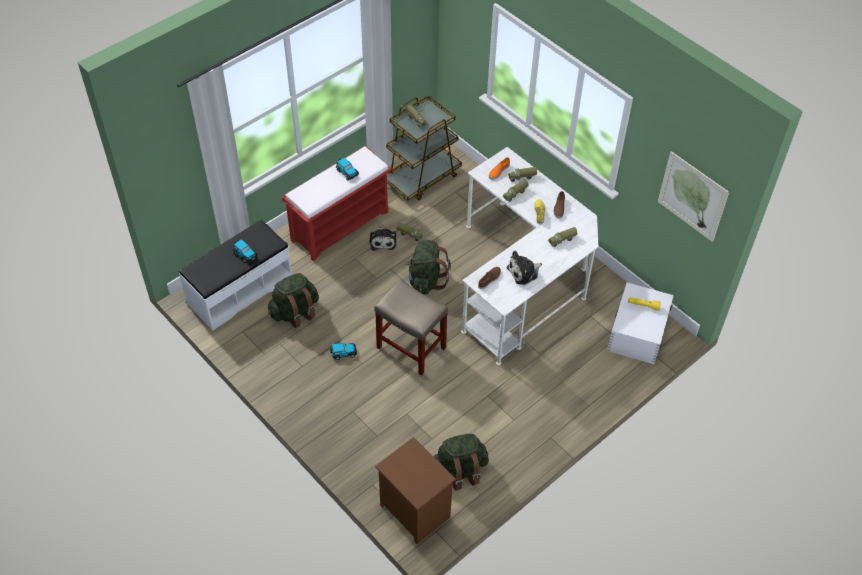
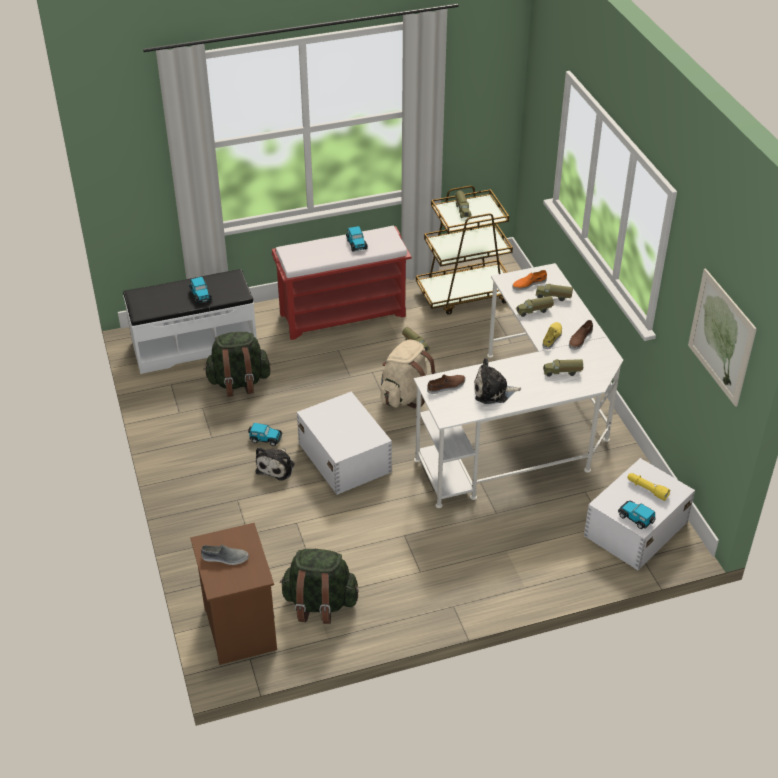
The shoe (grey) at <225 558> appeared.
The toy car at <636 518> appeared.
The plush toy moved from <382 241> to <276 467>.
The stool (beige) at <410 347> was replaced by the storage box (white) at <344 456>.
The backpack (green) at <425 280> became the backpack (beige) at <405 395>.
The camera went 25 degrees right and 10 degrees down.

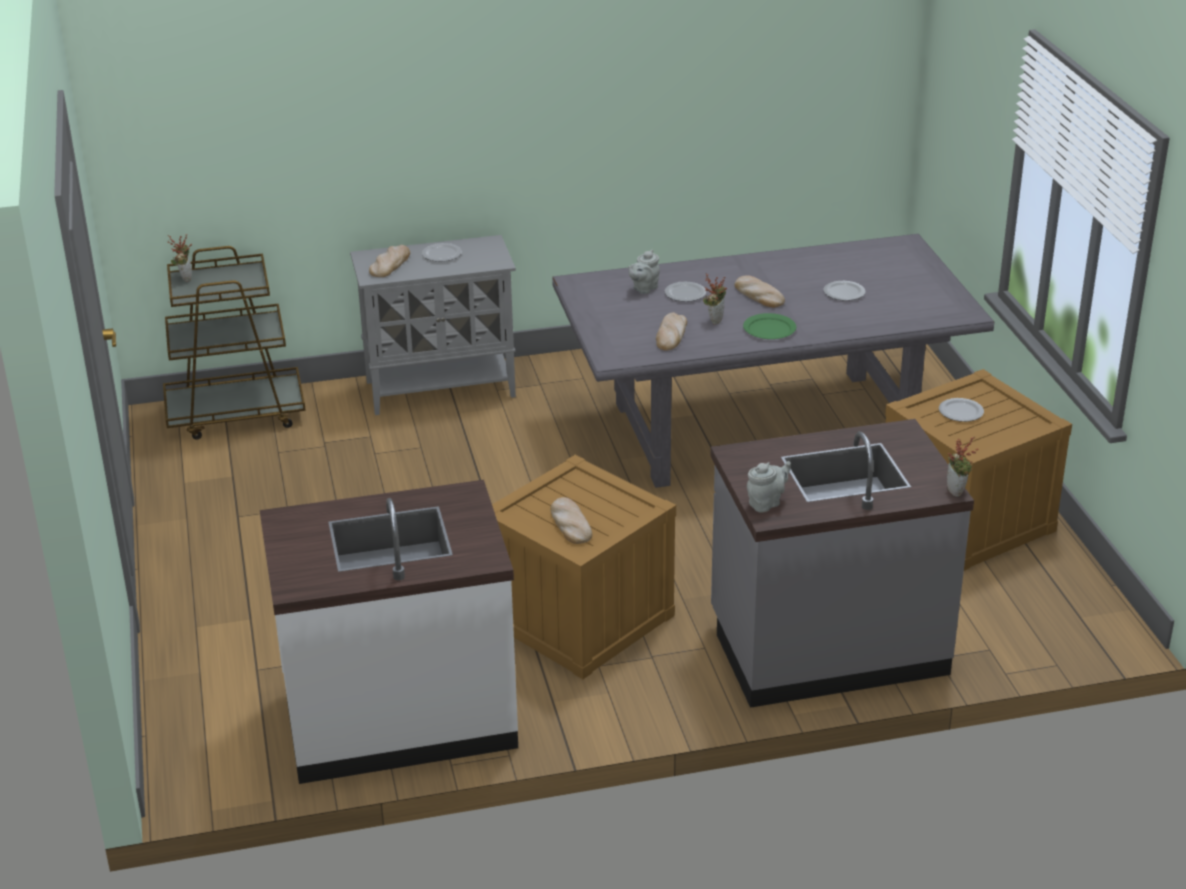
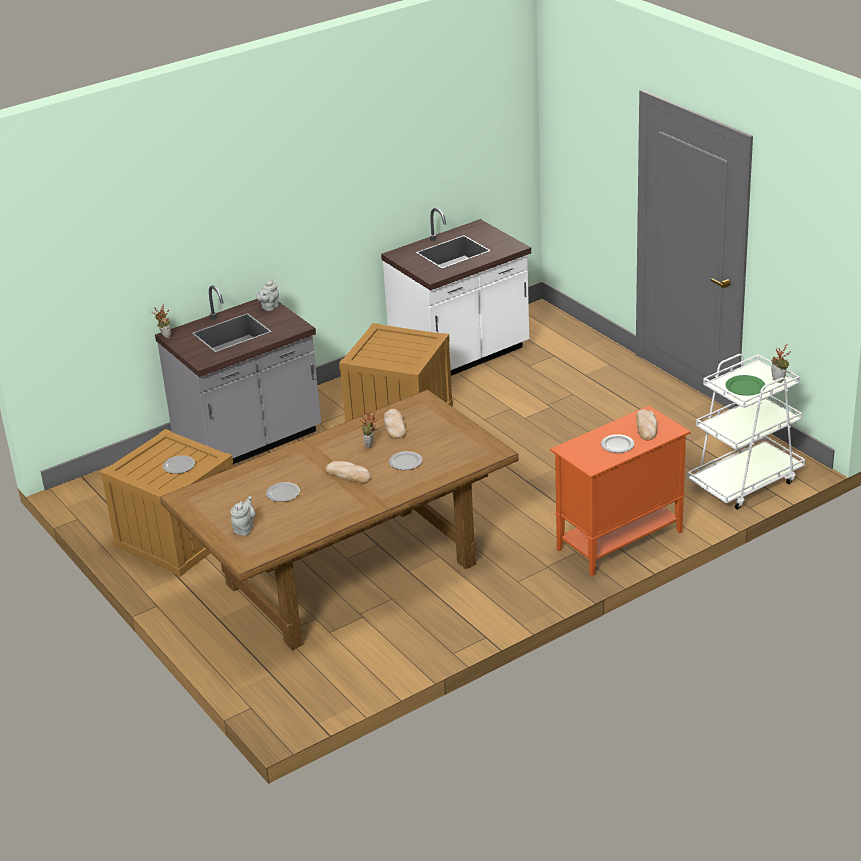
The bread at <570 524> disappeared.
The teapot (grey) moved from <644 288> to <244 528>.
The plate (green) moved from <770 329> to <745 387>.
The cart (brown) at <236 414> became the cart (white) at <745 482>.
The cabinet (grey) at <442 389> became the cabinet (orange) at <619 541>.
The dining table (grey) at <763 427> became the dining table (brown) at <350 574>.
The camera went 160 degrees right and 0 degrees up.

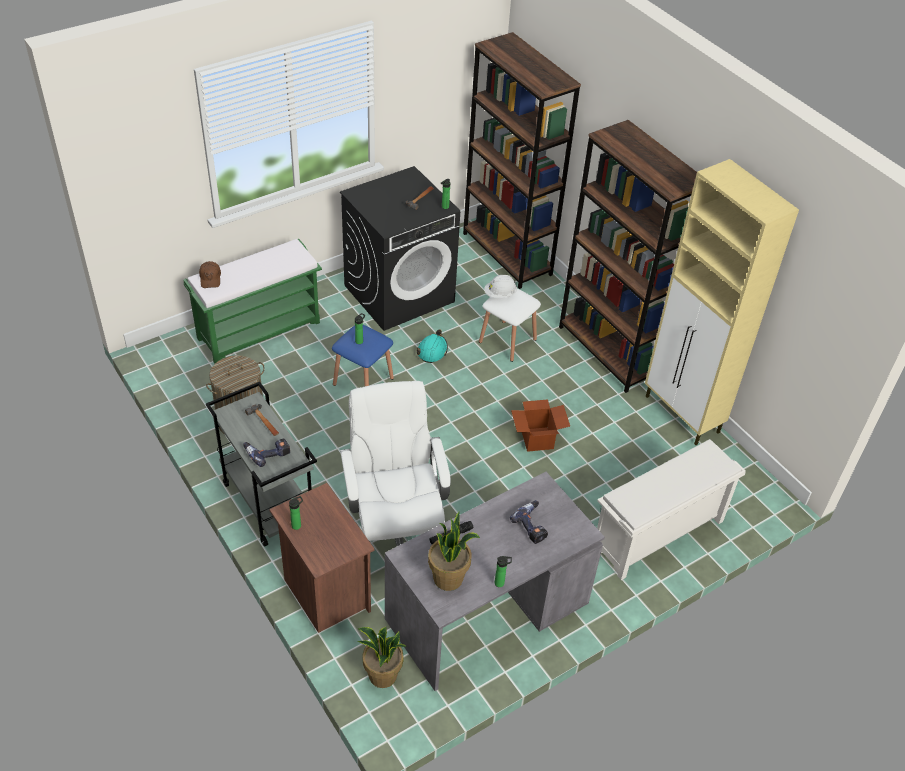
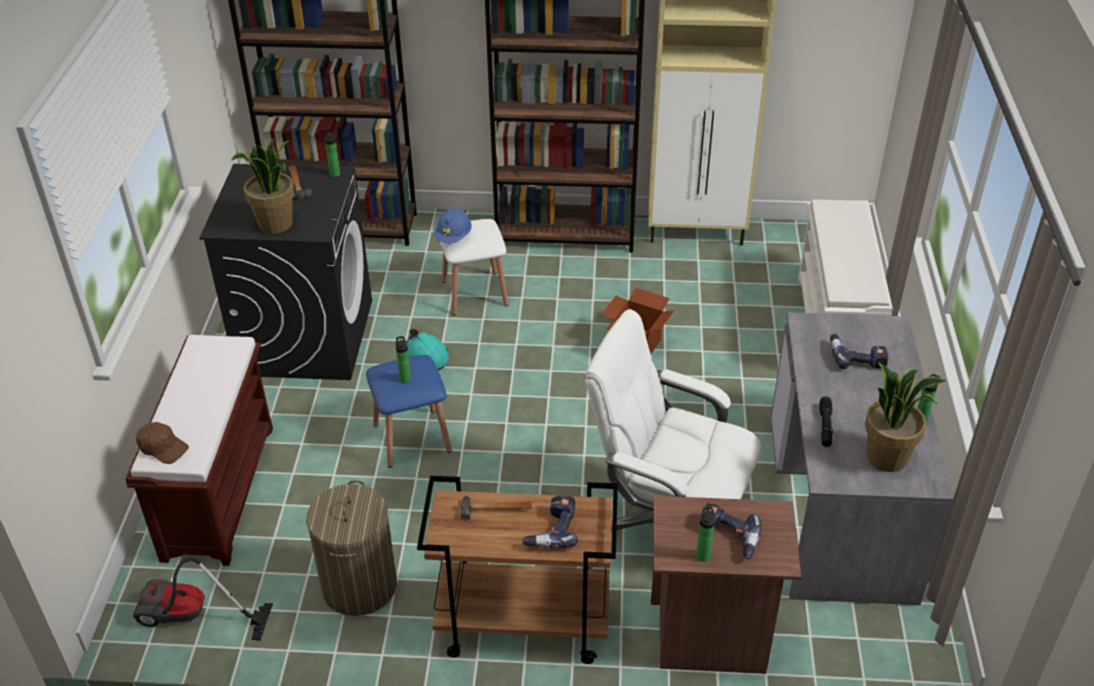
The vacuum cleaner at <190 619> appeared.
The power drill at <728 537> appeared.
The potted plant moved from <382 676> to <275 224>.
The bench (green) at <260 329> became the bench (brown) at <219 490>.
The cart (grey) at <268 502> became the cart (brown) at <521 625>.
The hard hat (white) at <500 294> became the hard hat (blue) at <453 237>.
The camera went 50 degrees left and 5 degrees down.

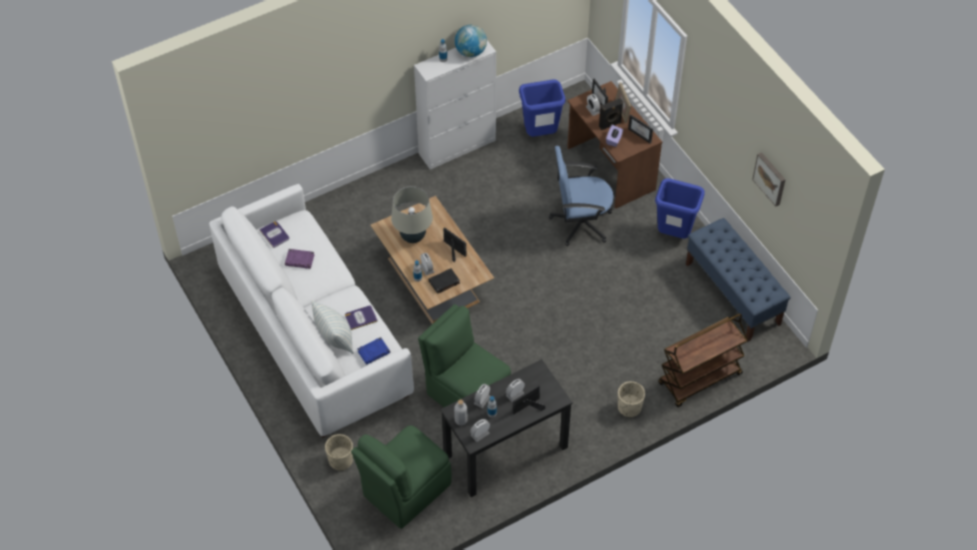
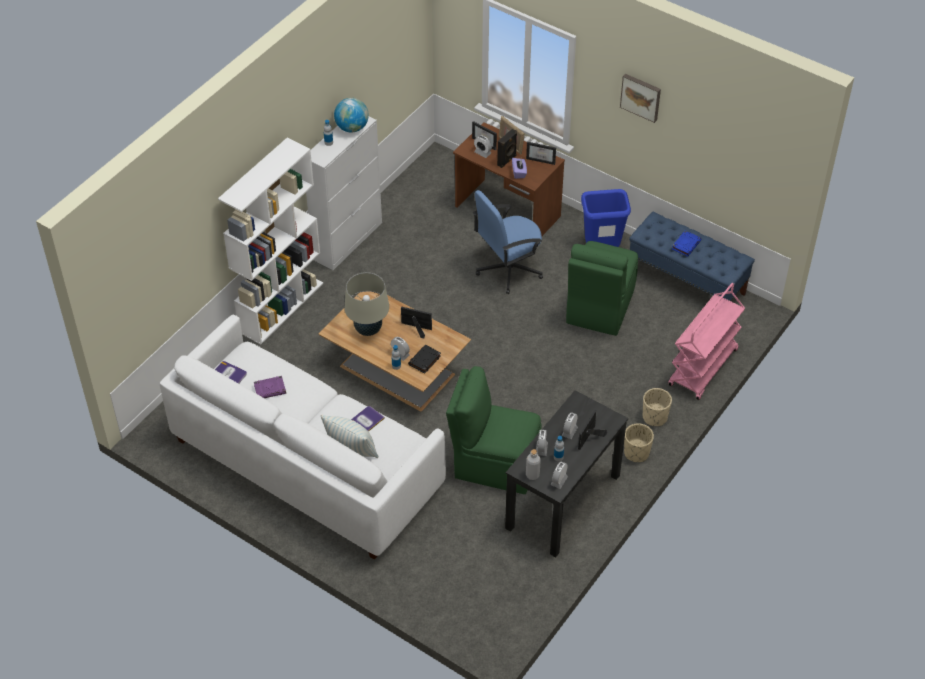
The trash can (blue) at <540 134> disappeared.
The bookcase (white) at <281 307> appeared.
The planter (beige) moved from <340 460> to <636 453>.
The chair (green) moved from <405 491> to <599 307>.
The book (blue) moved from <374 352> to <686 245>.
The picture moved from <770 178> to <641 96>.
The cart (brown) at <699 380> became the cart (pink) at <703 368>.
The camera went 25 degrees left and 5 degrees down.

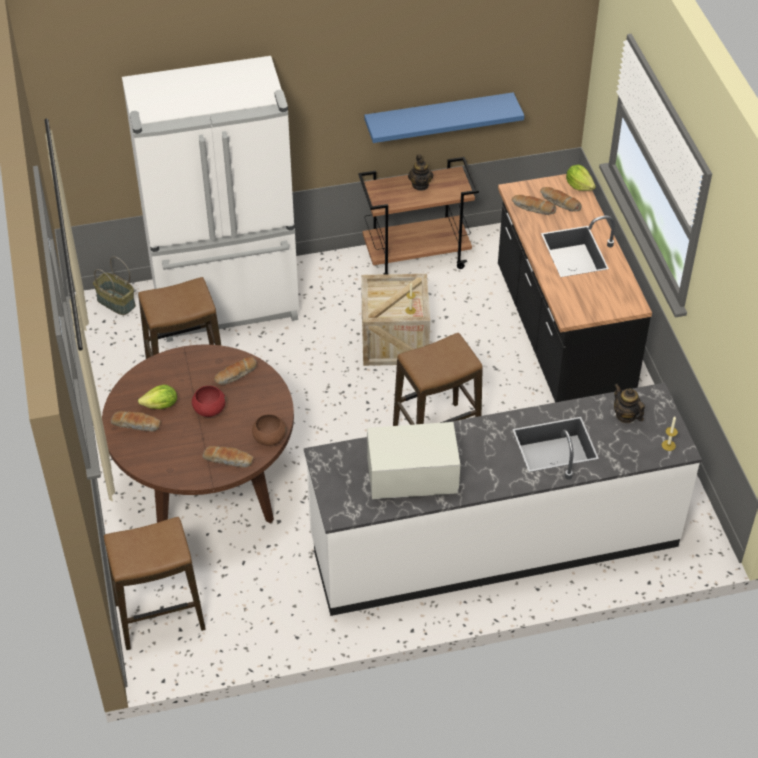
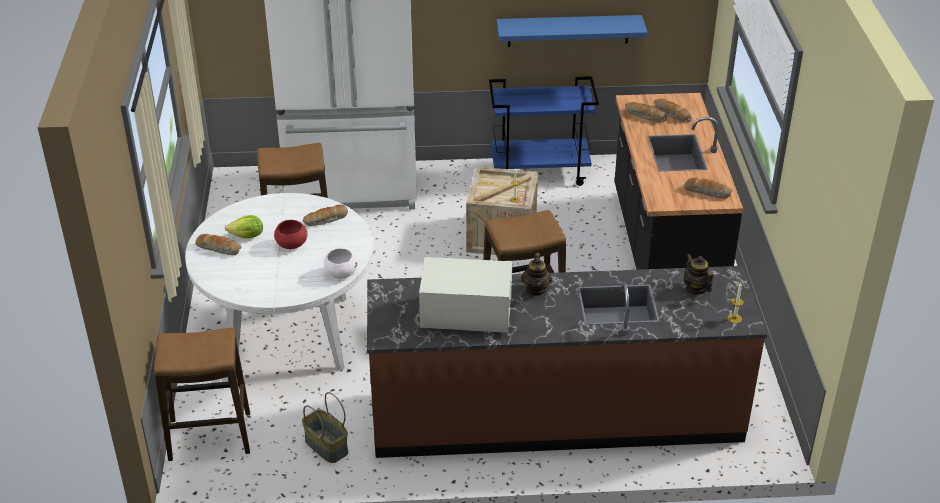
The lettuce at <579 186> disappeared.
The basket moved from <115 302> to <325 446>.
The bread moved from <228 460> to <707 192>.
The teapot moved from <420 185> to <536 289>.
The dining table (brown) at <207 488> became the dining table (white) at <289 334>.
The bowl (brown) at <269 438> became the bowl (white) at <341 274>.
The counter (white) at <494 542> became the counter (brown) at <556 414>.
The cart (brown) at <417 257> became the cart (blue) at <540 172>.
The camera went 10 degrees right and 10 degrees down.

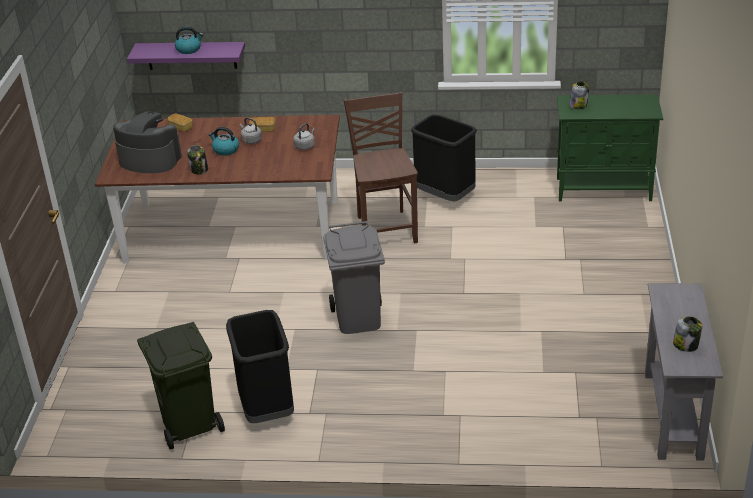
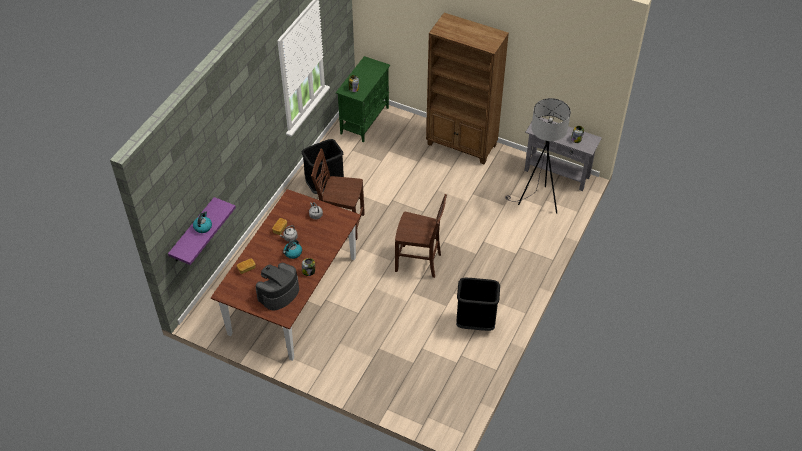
The trash can (green) at <190 424> disappeared.
The bookcase (brown) at <462 145> appeared.
The floor lamp (grey) at <537 202> appeared.
The trash can (grey) at <357 318> was replaced by the chair (brown) at <419 262>.
The camera went 70 degrees left and 15 degrees up.

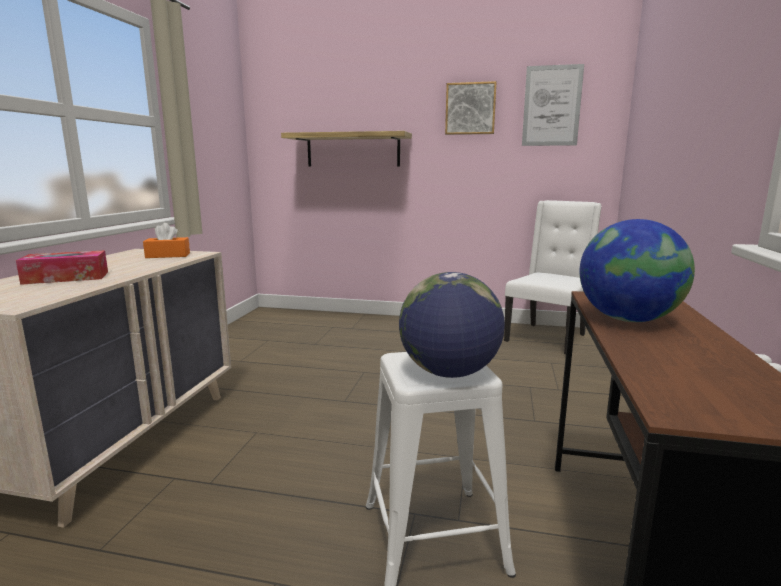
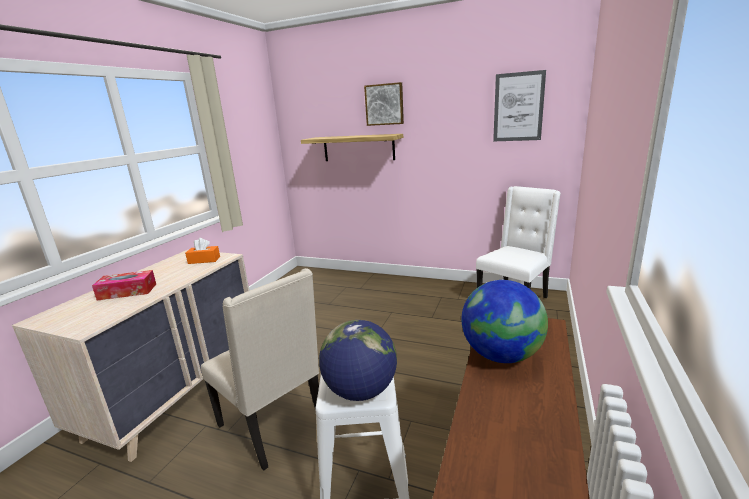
The chair (beige) at <275 426> appeared.
The picture moved from <470 109> to <384 104>.
The camera went 10 degrees right and 5 degrees up.

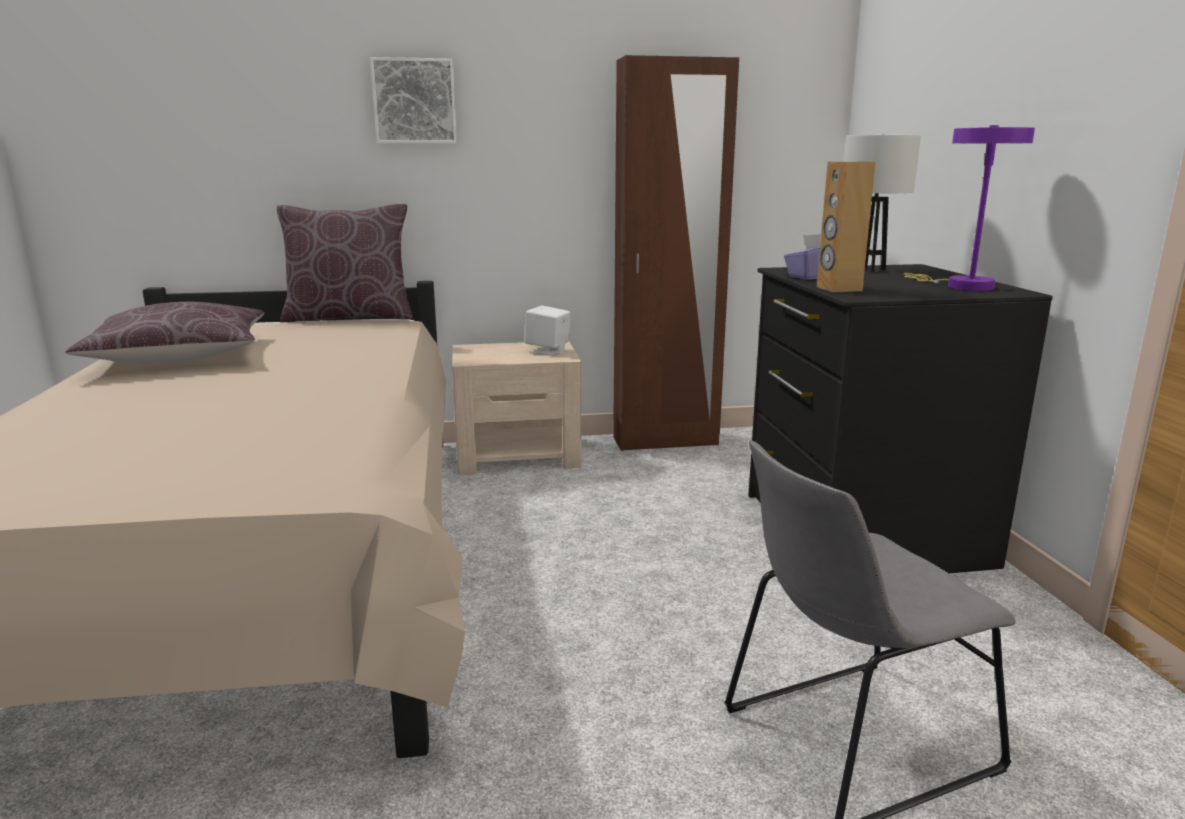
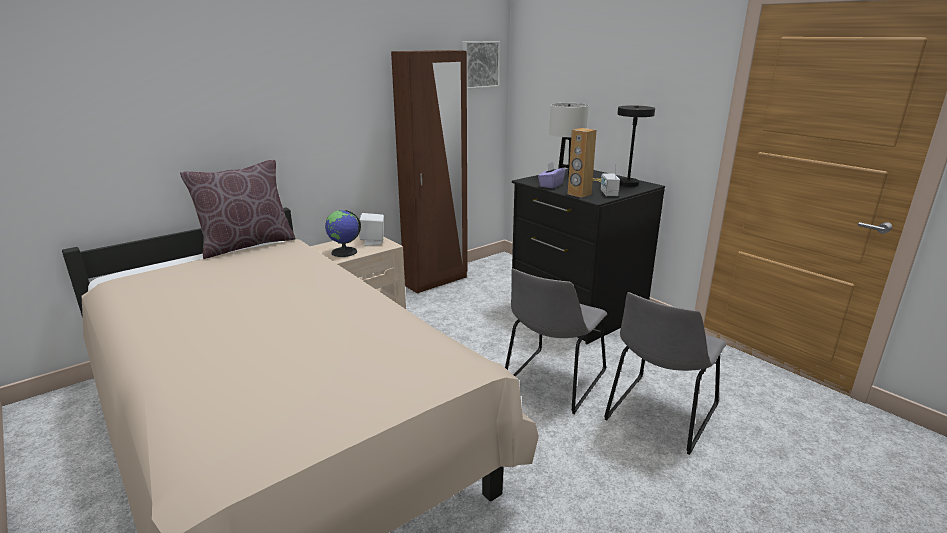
The pillow (brown) at <180 357> disappeared.
The globe at <344 252> appeared.
The chair (grey) at <552 382> appeared.
The radio at <608 194> appeared.
The picture moved from <414 101> to <479 64>.
The table lamp (purple) at <962 286> became the table lamp (black) at <623 184>.
The camera went 30 degrees left and 5 degrees up.

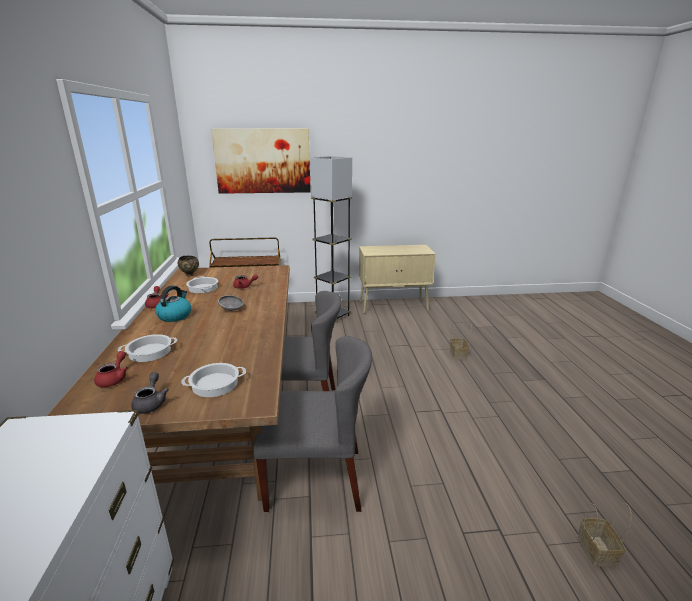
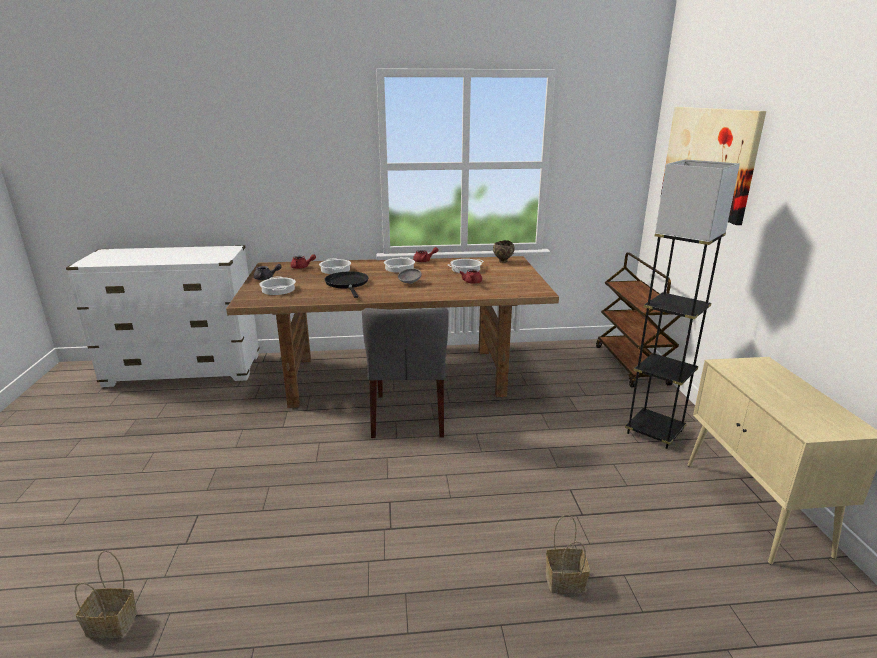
The chair (grey) at <315 478> disappeared.
The frying pan (black) at <347 284> appeared.
The kettle at <175 315> was replaced by the cooking pot at <399 268>.
The camera went 90 degrees right and 0 degrees up.

